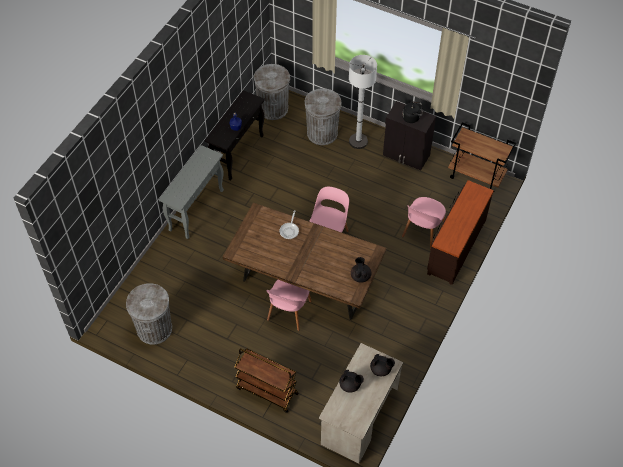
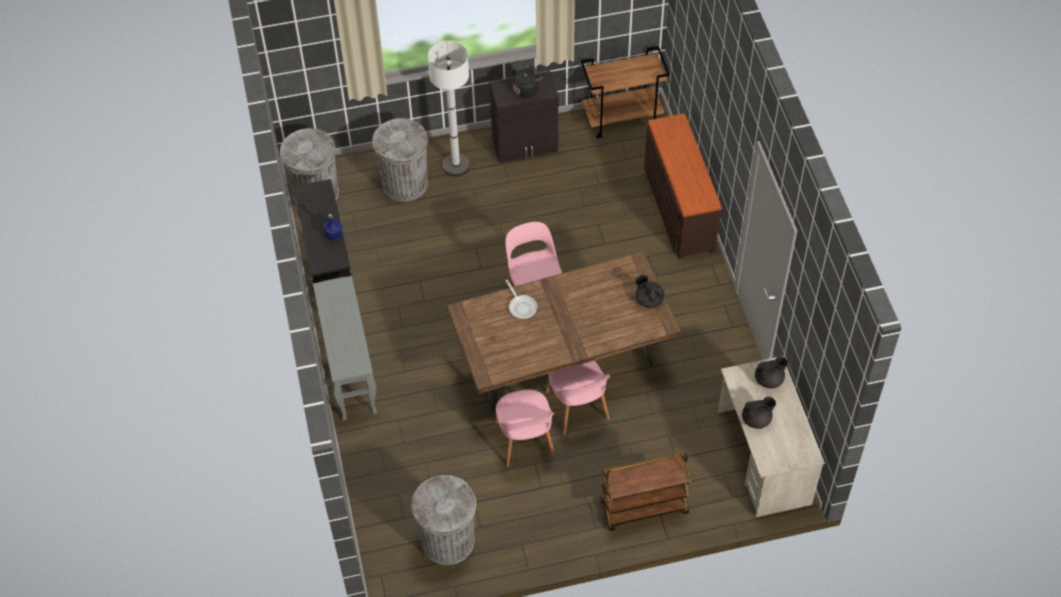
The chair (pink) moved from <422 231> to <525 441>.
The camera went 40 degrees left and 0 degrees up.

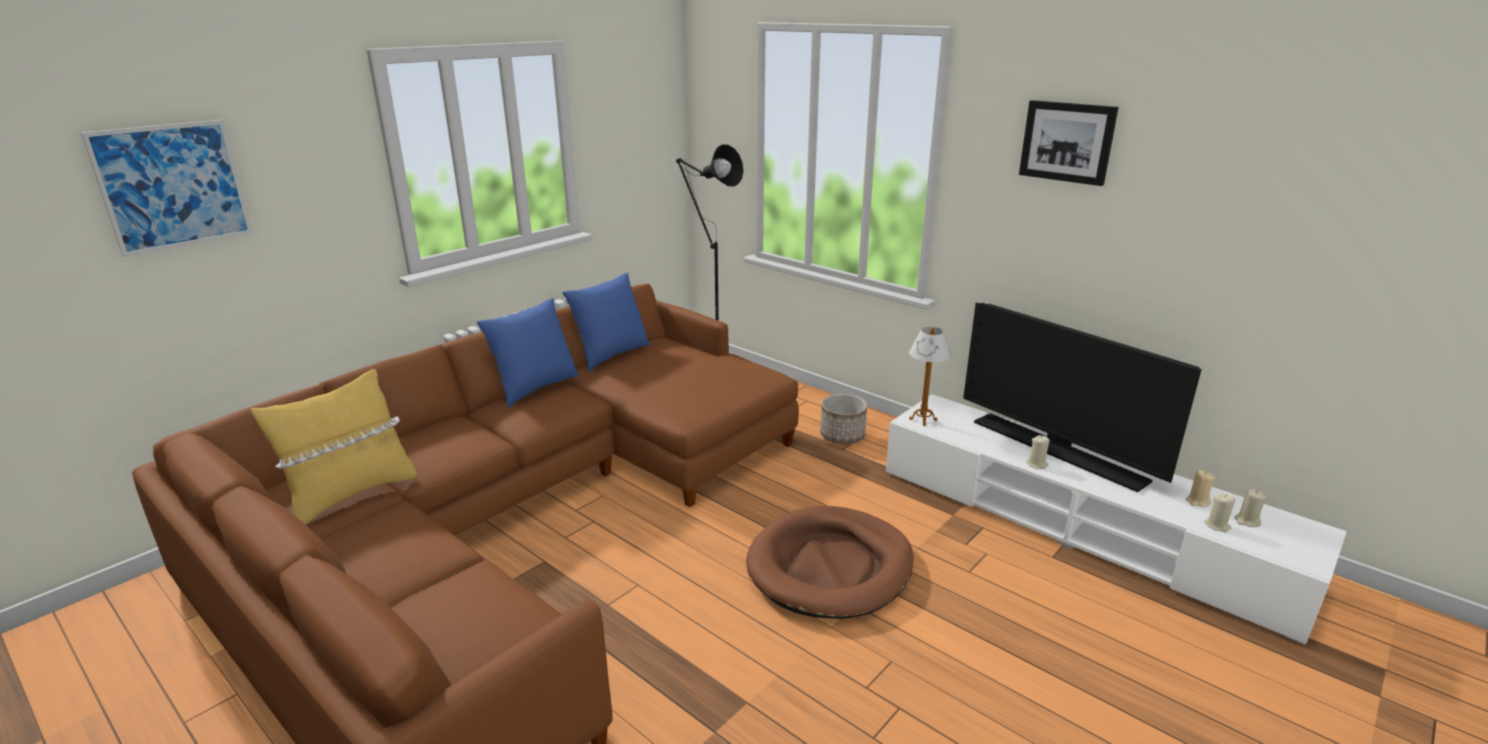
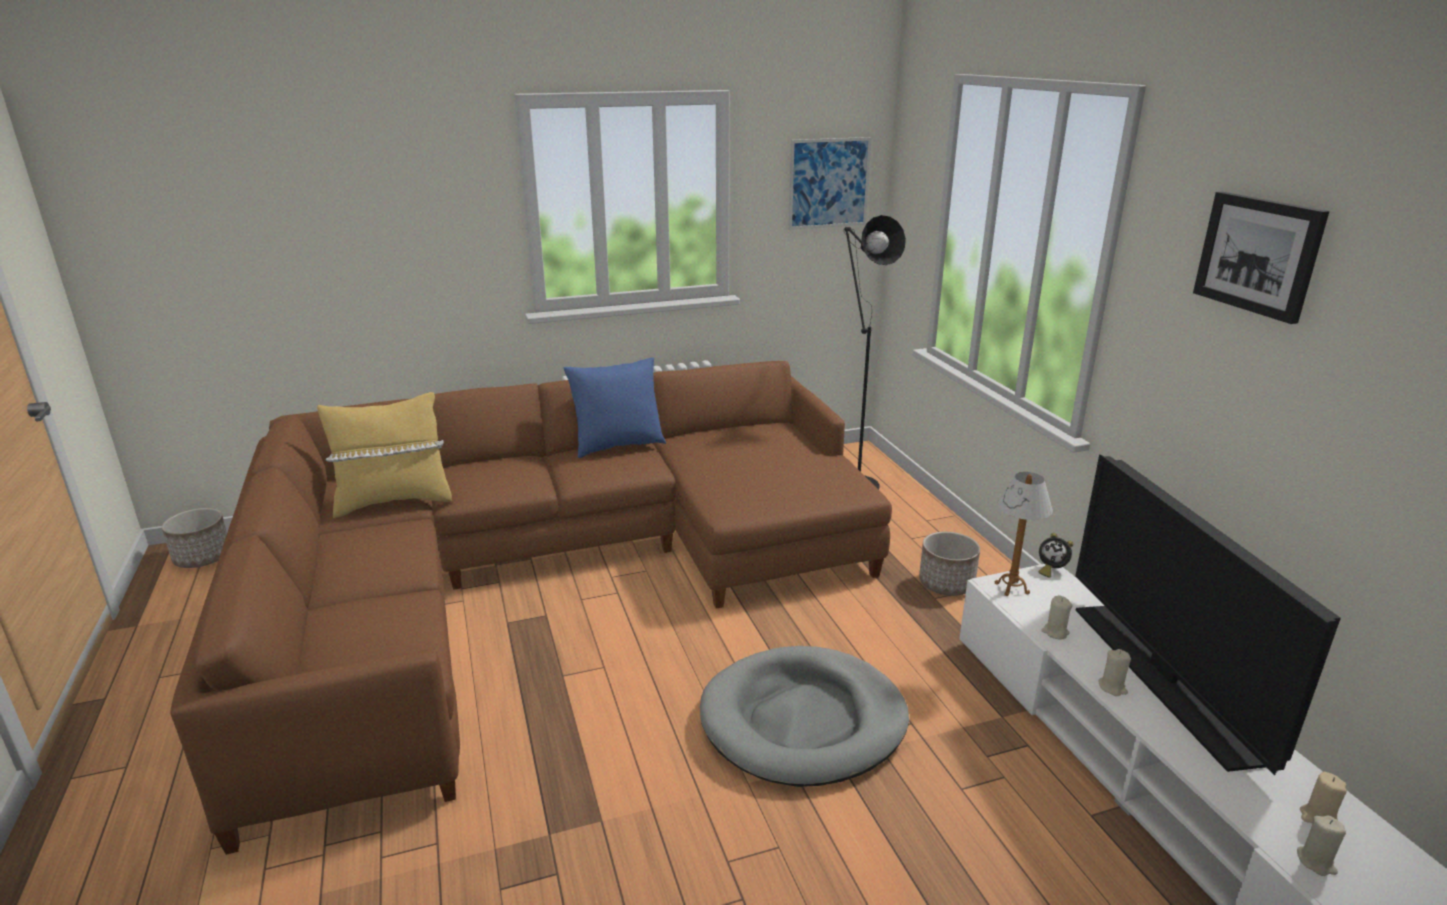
The pillow (blue) at <611 355> disappeared.
The planter at <203 557> appeared.
The alarm clock at <1050 570> appeared.
The picture moved from <173 186> to <829 183>.
The candle (beige) moved from <1246 521> to <1055 632>.
The dog bed (brown) at <830 567> became the dog bed (grey) at <803 721>.
The camera went 30 degrees right and 0 degrees up.

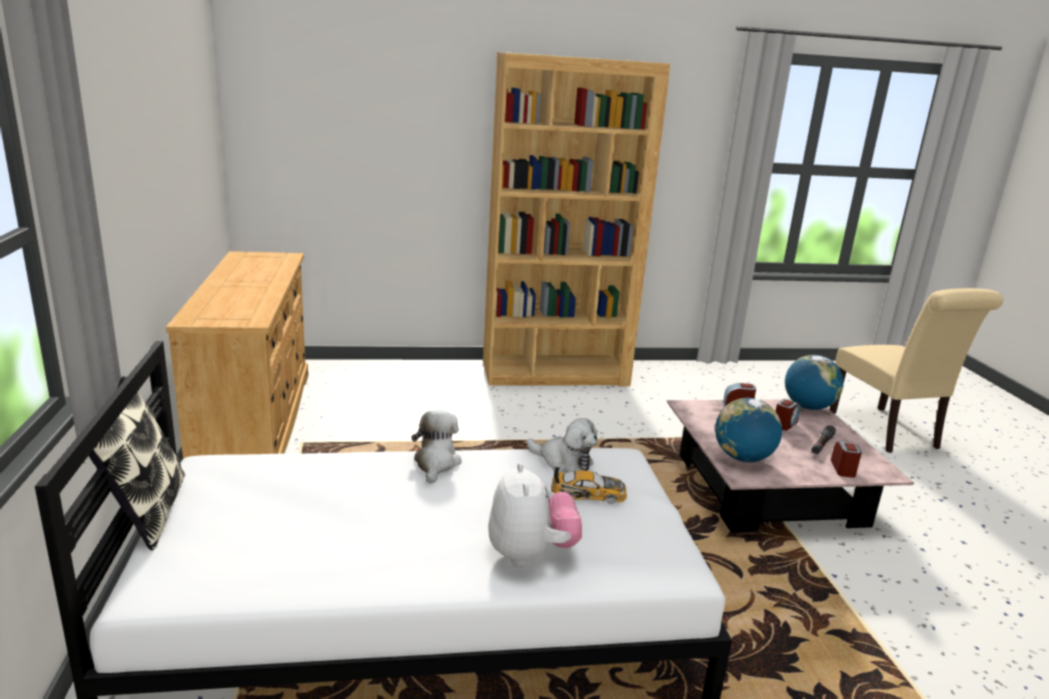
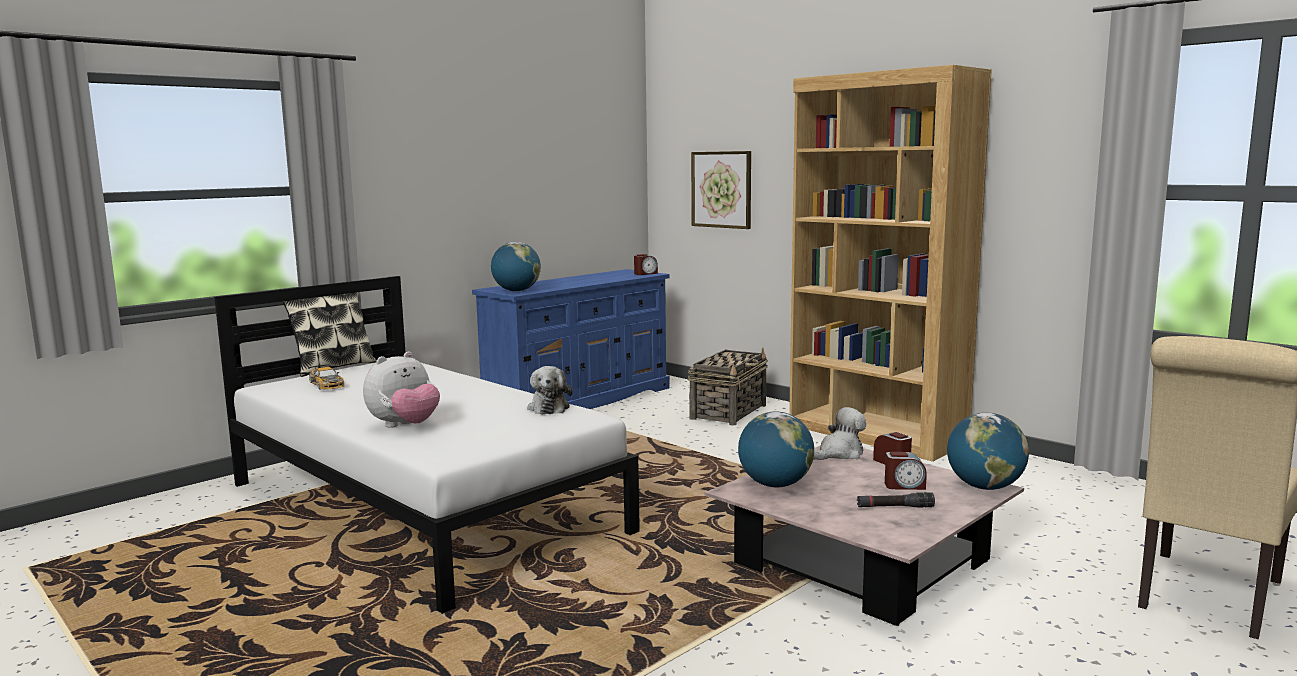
The globe at <516 291> appeared.
The basket at <729 412> appeared.
The picture at <721 189> appeared.
The plush toy moved from <436 463> to <839 454>.
The toy car moved from <588 493> to <326 384>.
The alarm clock moved from <843 469> to <645 273>.
The dresser (beige) at <255 421> became the dresser (blue) at <580 400>.
The camera went 55 degrees right and 10 degrees down.

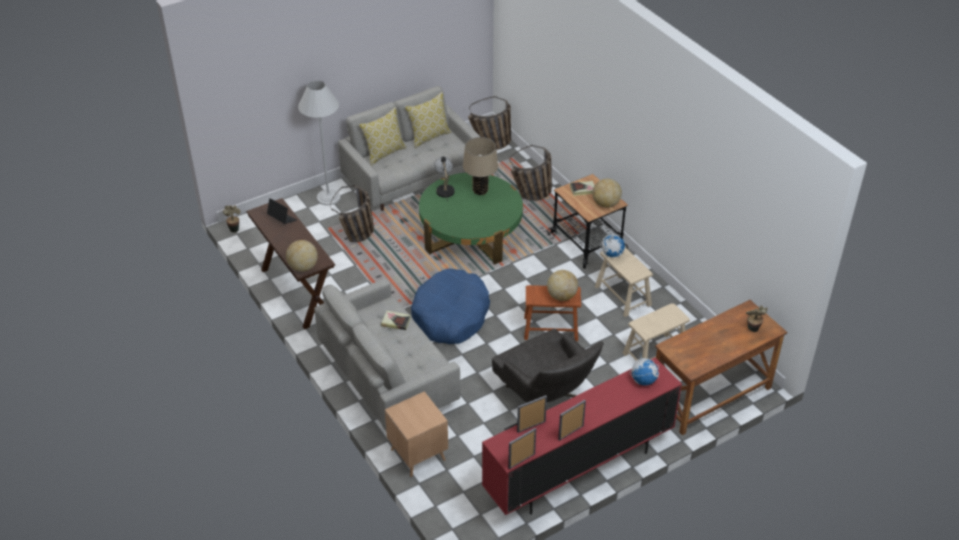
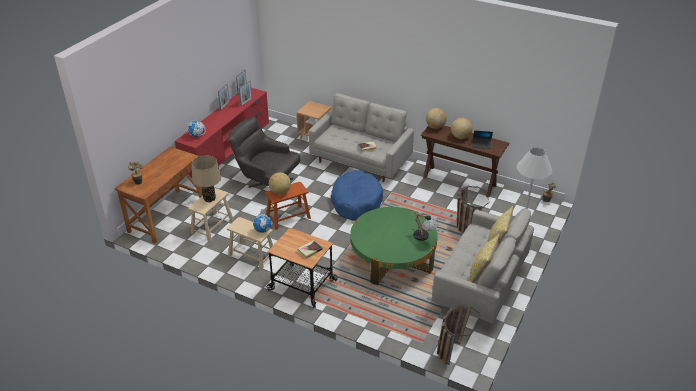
The basket at <532 196> disappeared.
The table lamp (beige) moved from <480 191> to <209 199>.
The globe moved from <606 204> to <460 137>.
The camera went 150 degrees right and 5 degrees down.

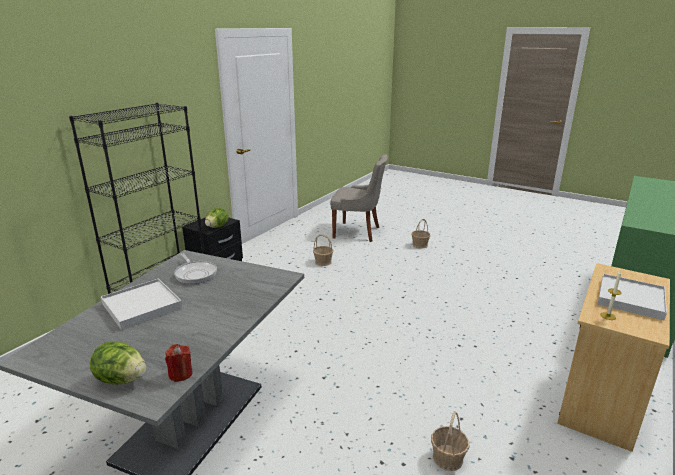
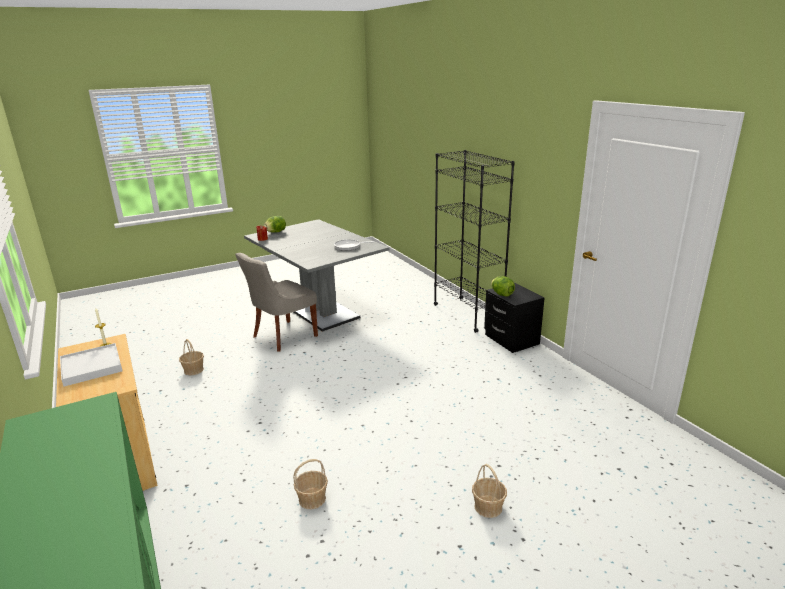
The tray (white) at <142 306> disappeared.
The basket moved from <323 262> to <312 499>.
The chair (grey) moved from <358 232> to <283 336>.
The camera went 120 degrees right and 0 degrees up.

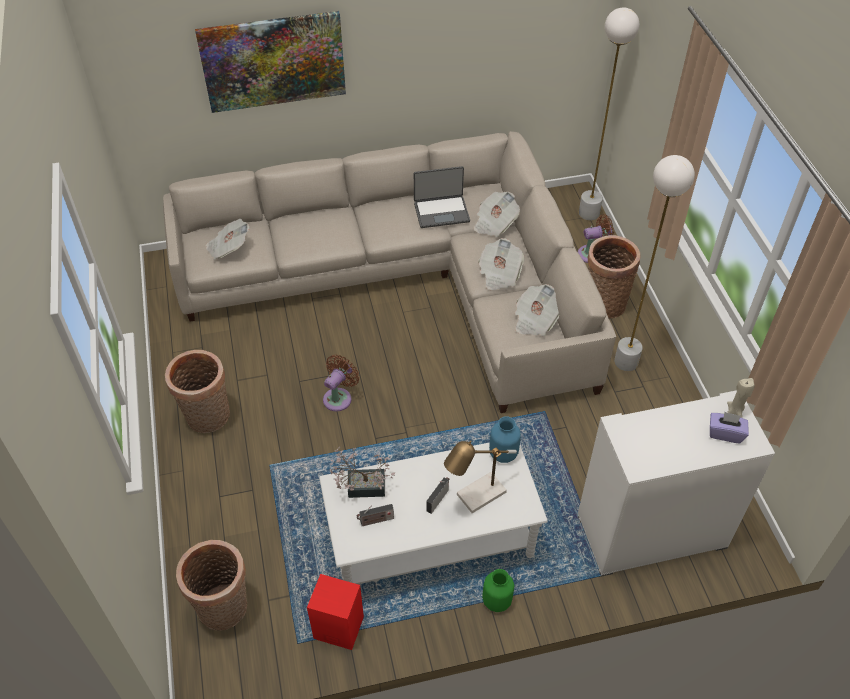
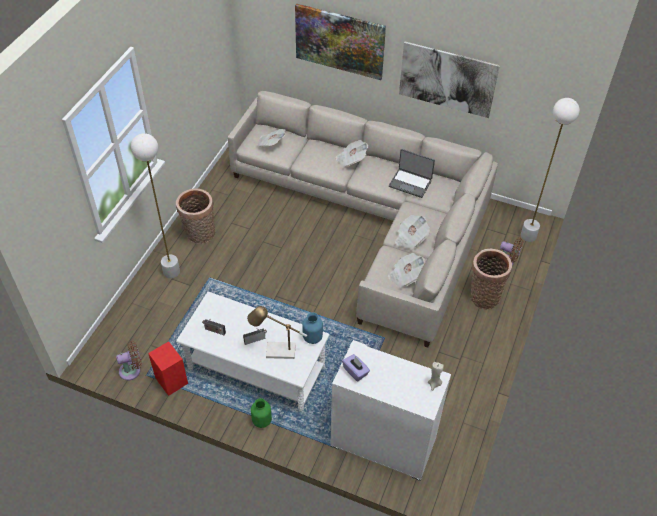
The basket at <224 610> disappeared.
The potted plant at <361 486> disappeared.
The picture at <447 79> appeared.
The fan (brown) moved from <339 397> to <132 370>.
The newspaper moved from <494 223> to <351 159>.
The floor lamp (white) moved from <626 362> to <171 272>.
The tissue box (purple) moved from <725 433> to <355 371>.
The camera went 35 degrees right and 0 degrees up.

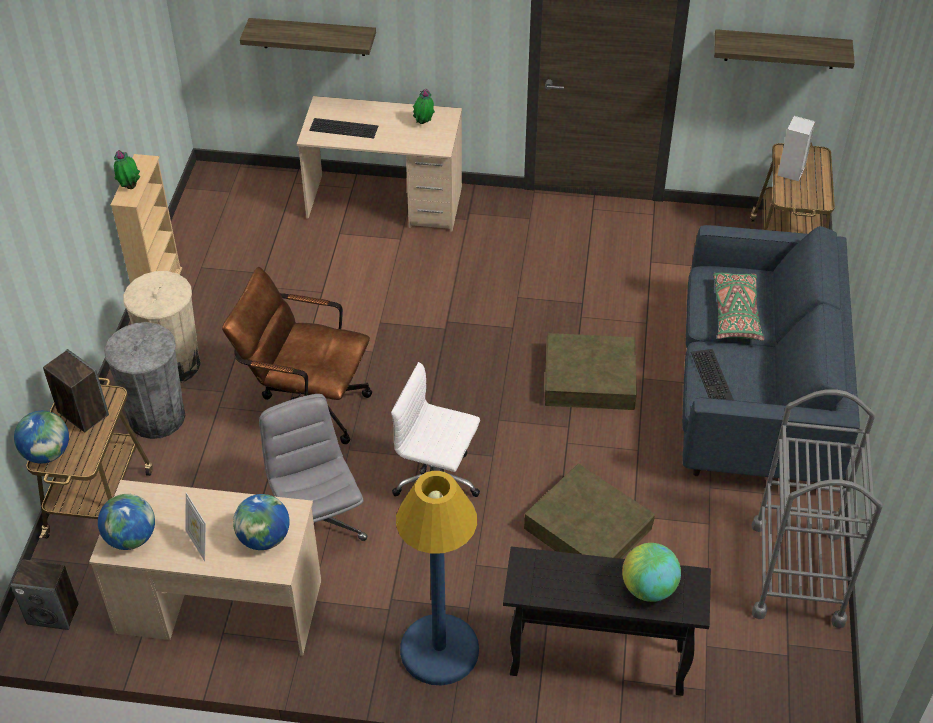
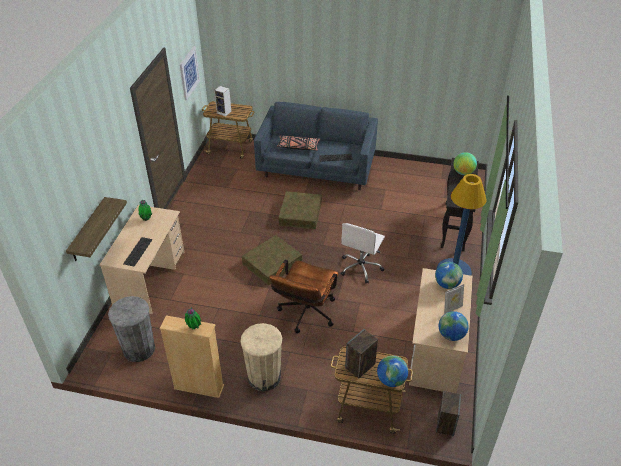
The office chair (grey) at <317 522> disappeared.
The cart (grey) at <797 573> disappeared.
The trash can (grey) moved from <157 417> to <139 349>.
The storage box (brown) moved from <588 528> to <272 263>.
The shelf at <780 49> was replaced by the picture at <189 72>.
The pillow (green) at <735 313> became the pillow (black) at <298 147>.
The camera went 85 degrees left and 5 degrees down.

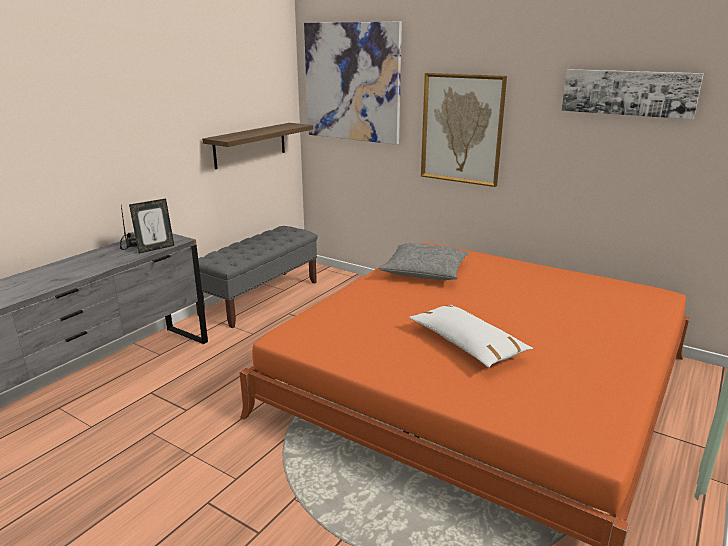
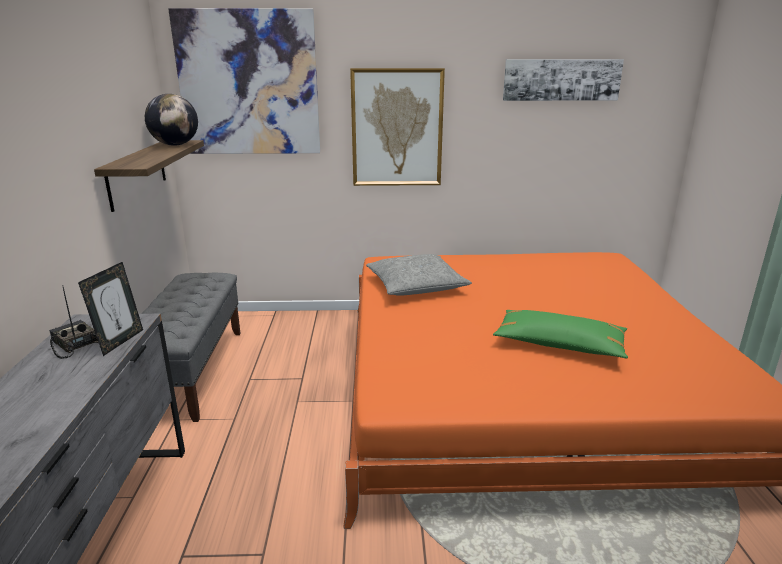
The globe at <175 145> appeared.
The pillow (white) at <466 344> became the pillow (green) at <559 344>.
The camera went 35 degrees left and 0 degrees up.

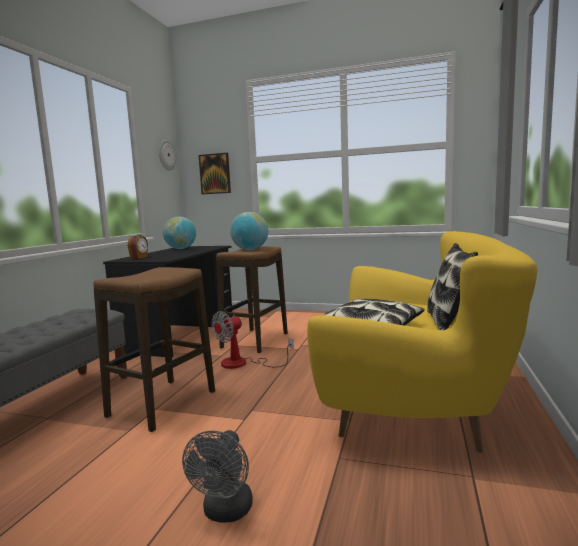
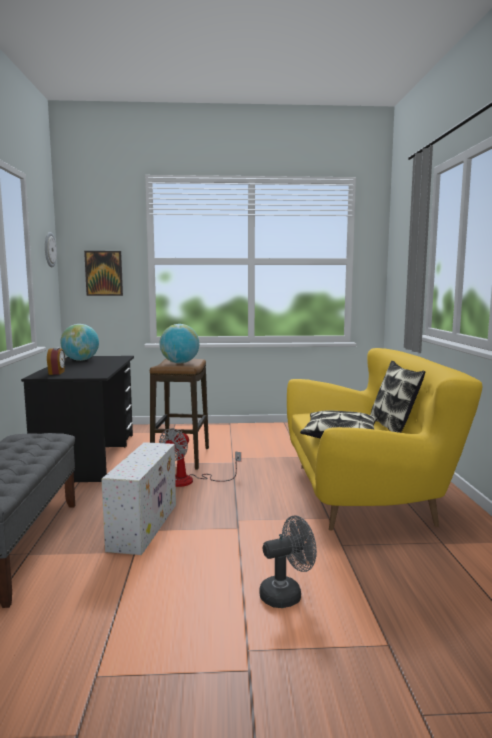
The stool at <163 404> was replaced by the storage box (white) at <144 525>.
The fan (grey) at <225 512> turned 105 degrees counterclockwise.
The camera went 20 degrees left and 0 degrees up.

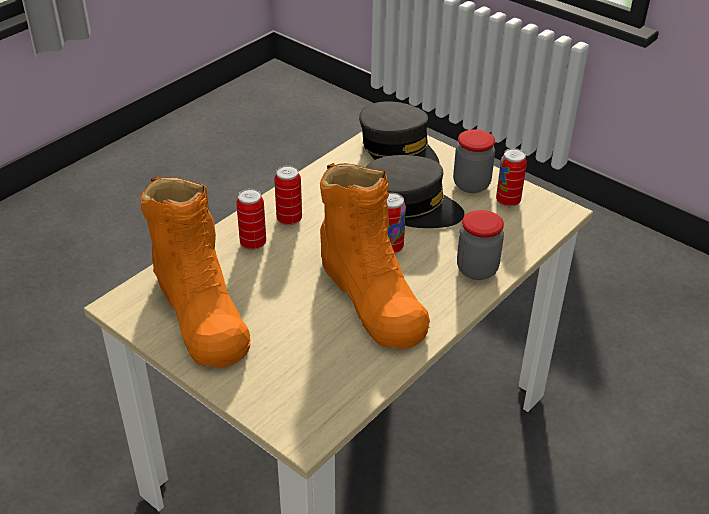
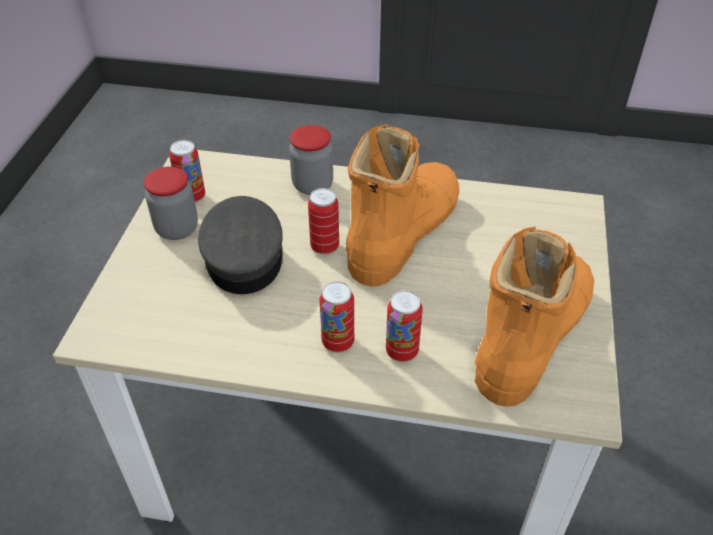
The cap (grey) at <399 151> disappeared.
The camera went 120 degrees left and 5 degrees up.

